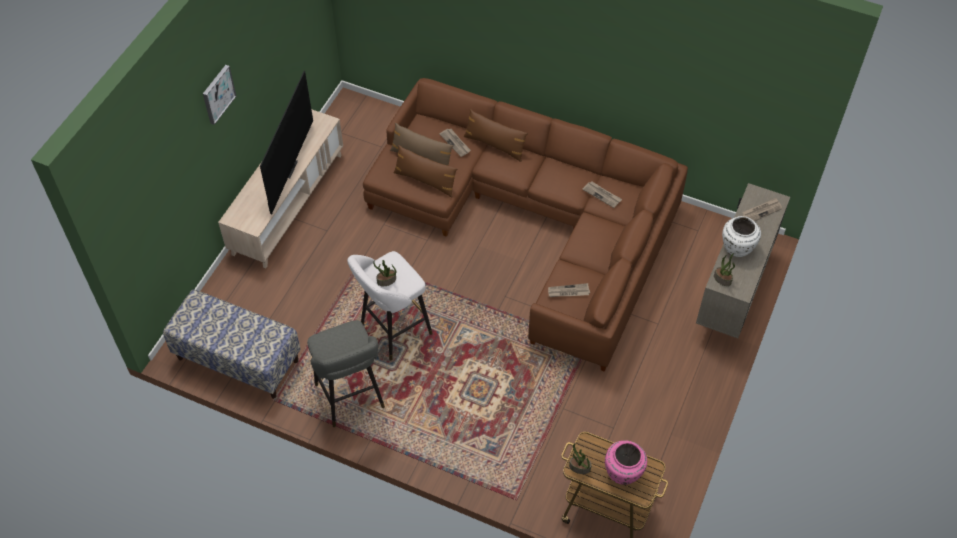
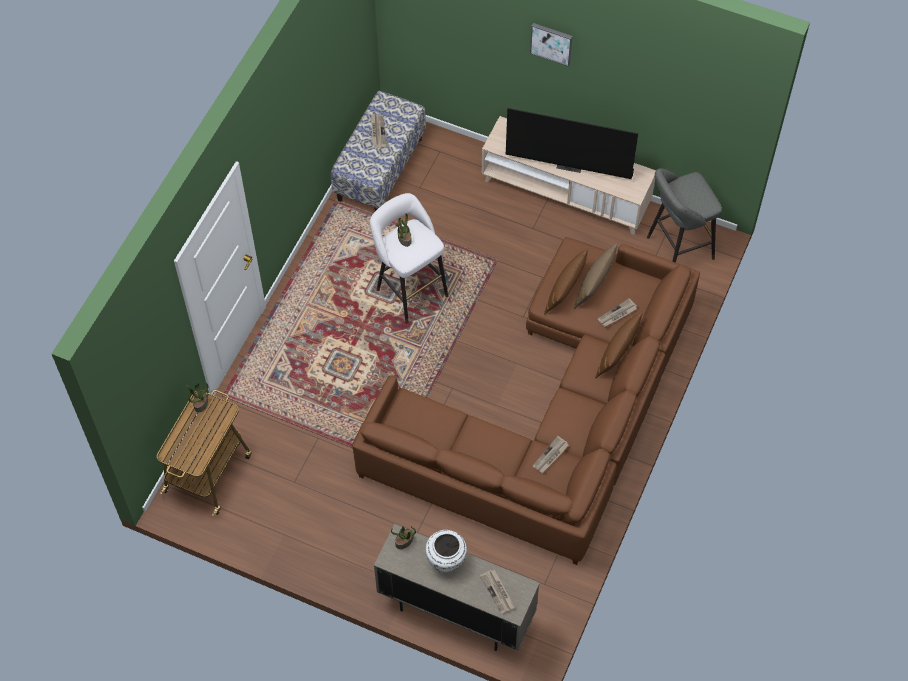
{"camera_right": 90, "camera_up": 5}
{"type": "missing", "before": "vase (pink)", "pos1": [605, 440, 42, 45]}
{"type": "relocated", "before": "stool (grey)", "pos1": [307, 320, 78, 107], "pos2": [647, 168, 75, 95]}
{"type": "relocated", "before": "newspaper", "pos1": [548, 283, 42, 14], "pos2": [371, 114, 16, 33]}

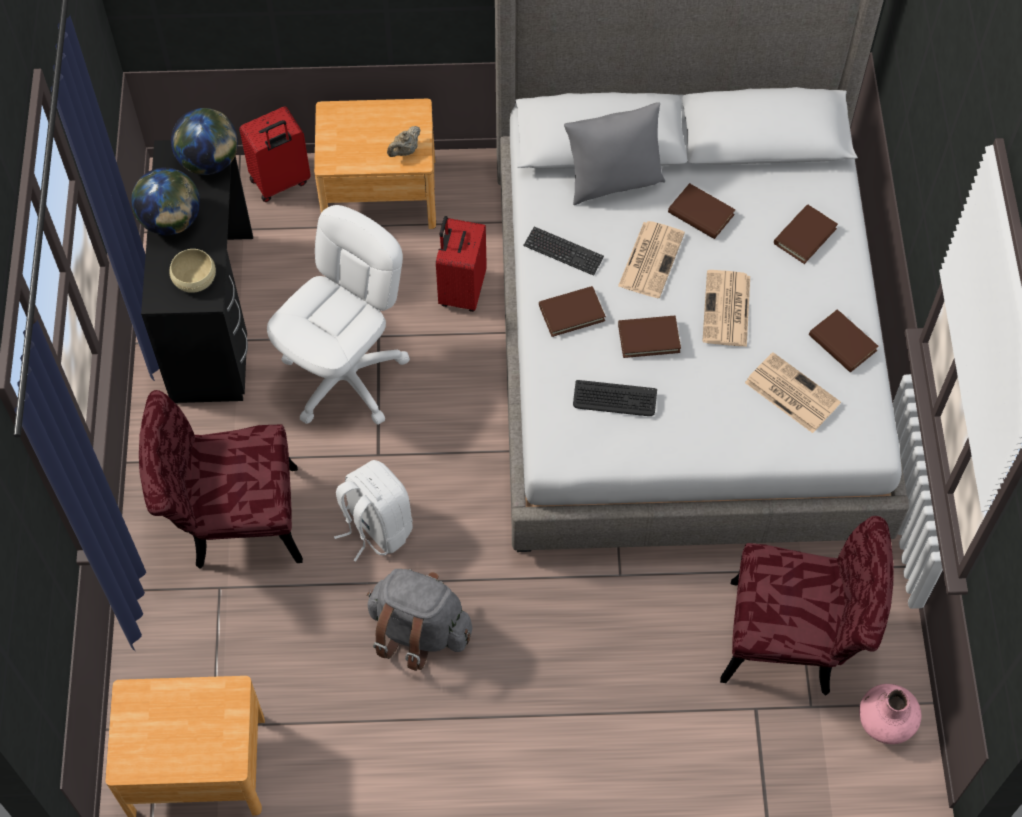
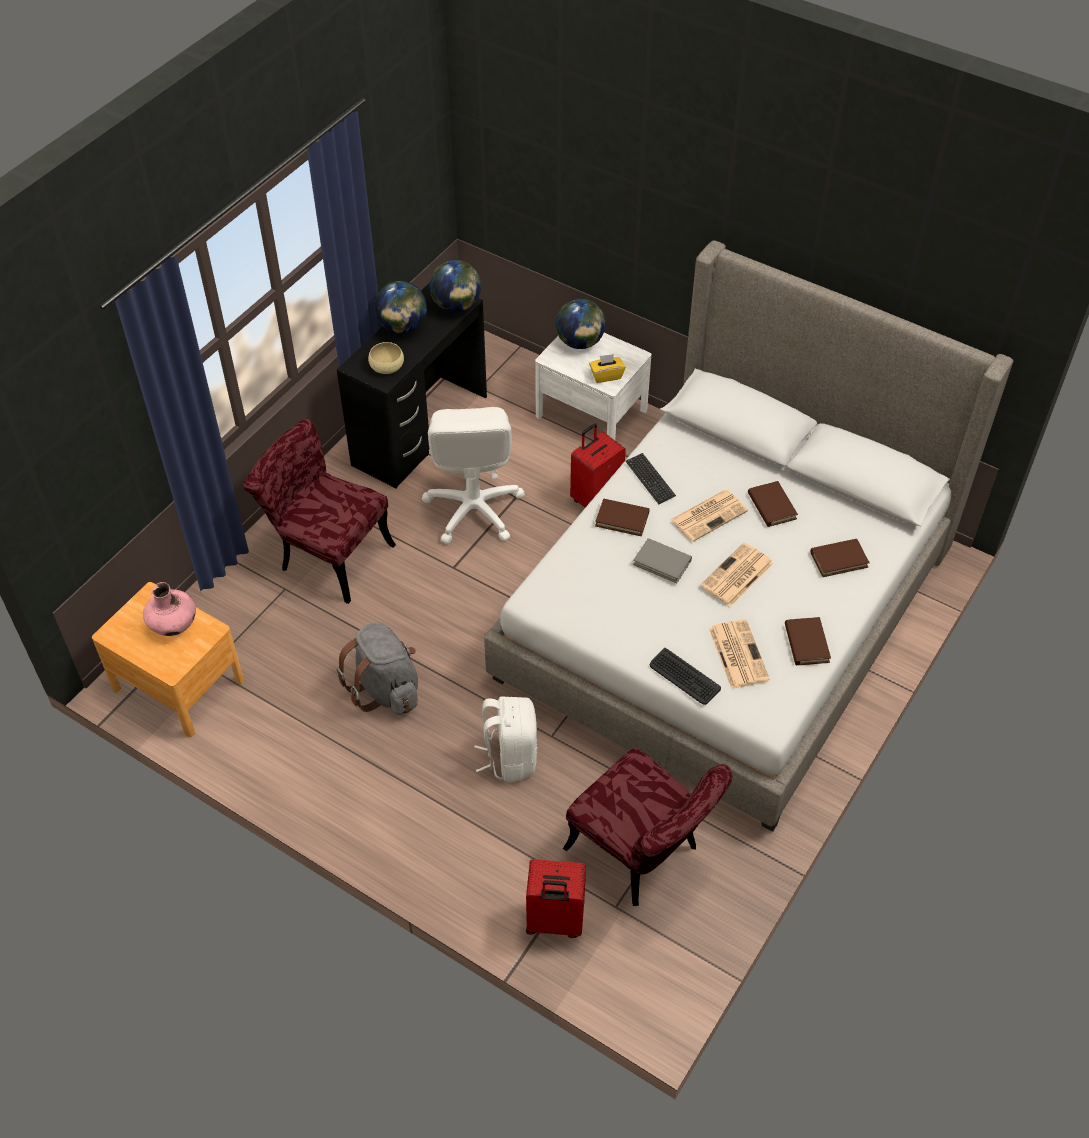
{"camera_right": 35, "camera_up": -10}
{"type": "missing", "before": "pillow (grey)", "pos1": [564, 102, 101, 103]}
{"type": "appeared", "after": "globe", "pos2": [556, 299, 49, 50]}
{"type": "relocated", "before": "suitcase (red)", "pos1": [239, 106, 72, 96], "pos2": [526, 859, 60, 79]}
{"type": "relocated", "before": "backpack (white)", "pos1": [334, 460, 79, 102], "pos2": [475, 696, 62, 86]}
{"type": "relocated", "before": "keyboard", "pos1": [573, 380, 84, 36], "pos2": [650, 648, 71, 57]}
{"type": "relocated", "before": "vase (pink)", "pos1": [859, 684, 62, 60], "pos2": [143, 582, 53, 54]}
{"type": "exchanged", "before": "teapot (beige)", "after": "tissue box (yellow)", "pos1": [387, 126, 34, 31], "pos2": [589, 354, 36, 29]}
{"type": "colour", "before": "nightstand (brown)", "after": "nightstand (white)", "pos1": [314, 99, 122, 130], "pos2": [535, 333, 116, 107]}
{"type": "colour", "before": "book (brown)", "after": "book (grey)", "pos1": [618, 316, 63, 42], "pos2": [633, 538, 59, 45]}
{"type": "spun", "before": "office chair (white)", "pos1": [267, 205, 143, 220], "pos2": [422, 407, 103, 137], "turn": 105}

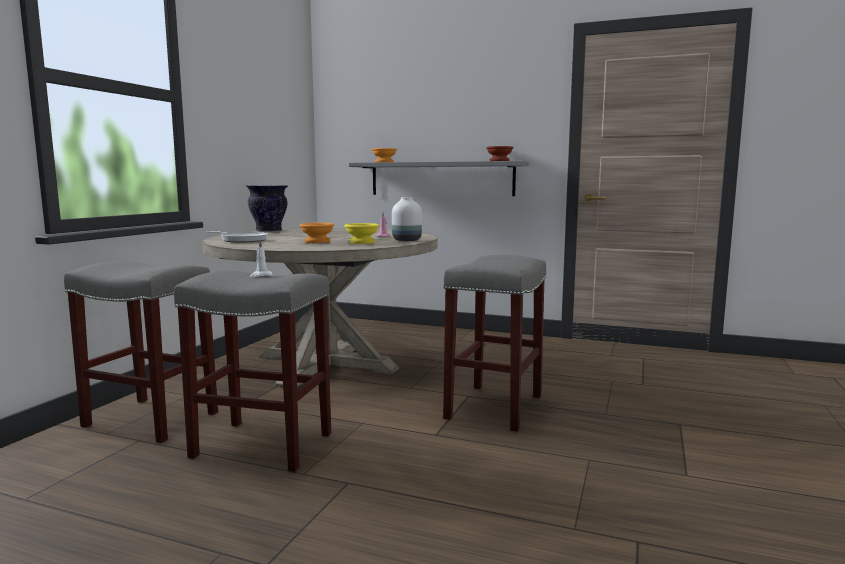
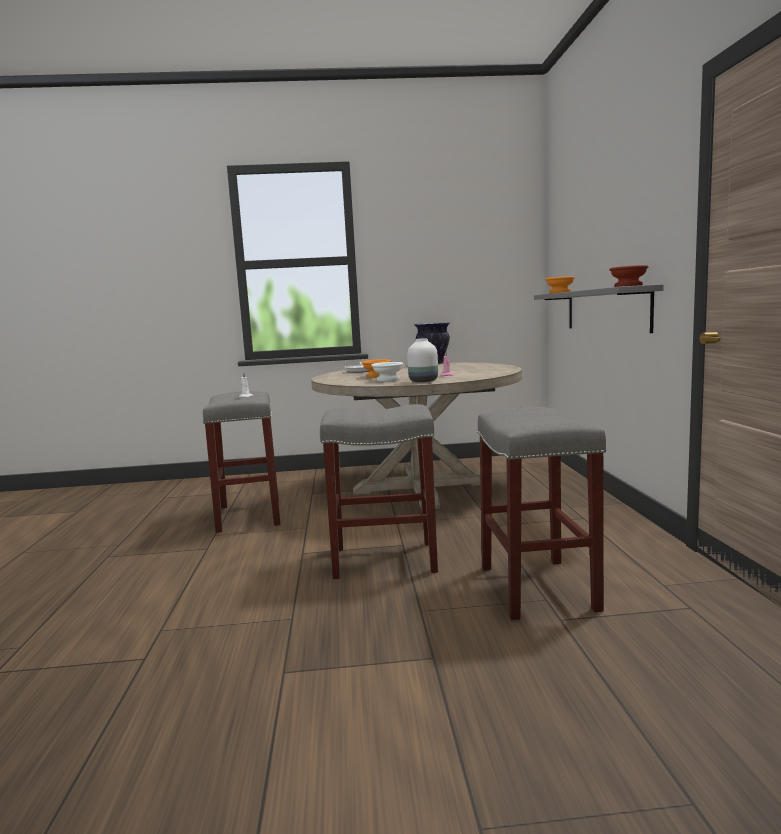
{"camera_right": 65, "camera_up": 0}
{"type": "relocated", "before": "stool (grey)", "pos1": [64, 261, 154, 182], "pos2": [477, 407, 129, 213]}
{"type": "colour", "before": "bowl (yellow)", "after": "bowl (white)", "pos1": [344, 223, 35, 21], "pos2": [371, 362, 32, 20]}

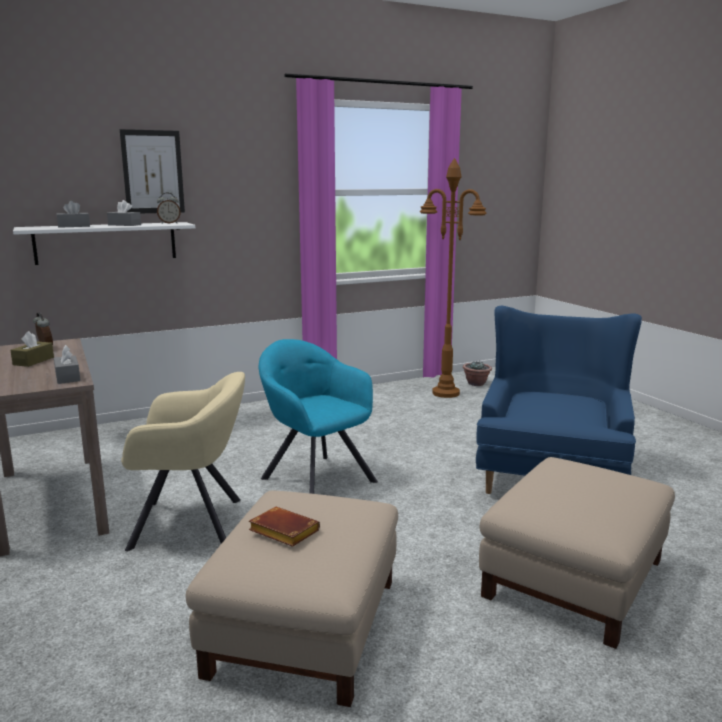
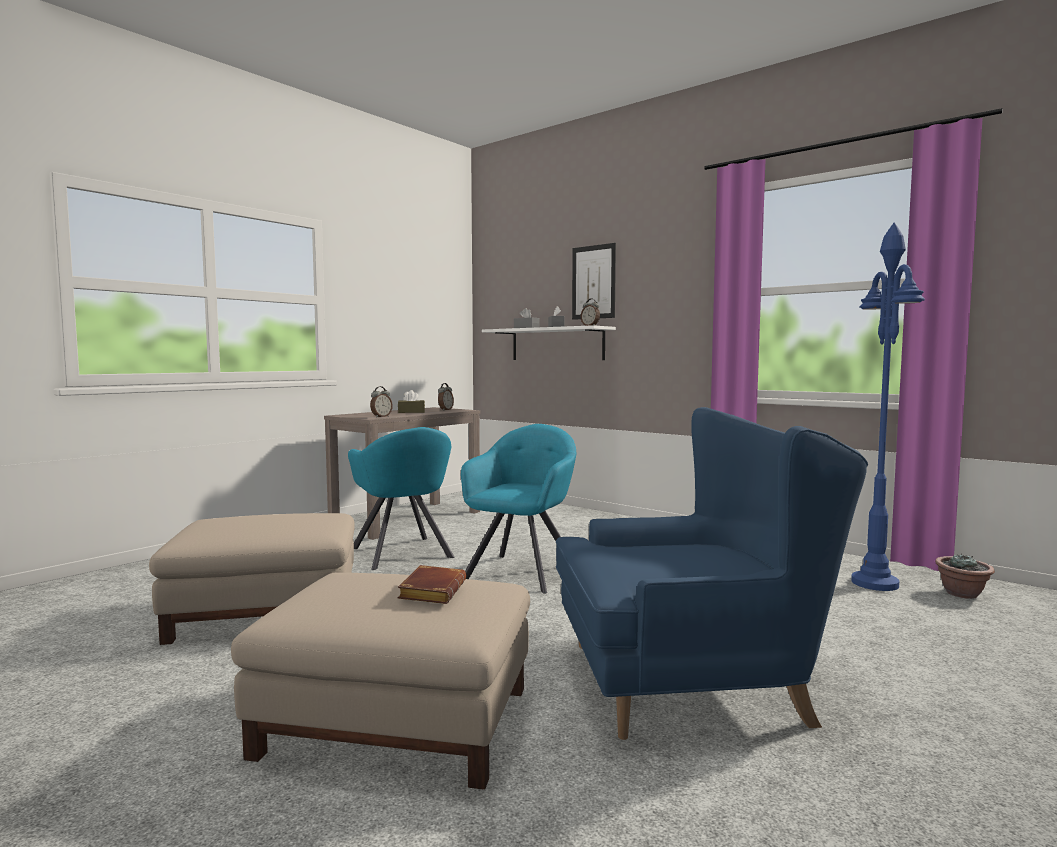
{"camera_right": 65, "camera_up": -10}
{"type": "relocated", "before": "book (brown)", "pos1": [249, 507, 71, 40], "pos2": [398, 565, 68, 39]}
{"type": "exchanged", "before": "tissue box (grey)", "after": "alarm clock", "pos1": [54, 345, 27, 39], "pos2": [370, 386, 23, 32]}
{"type": "colour", "before": "armchair (beige)", "after": "armchair (turquoise)", "pos1": [121, 372, 124, 179], "pos2": [348, 427, 107, 143]}
{"type": "colour", "before": "floor lamp (brown)", "after": "floor lamp (blue)", "pos1": [420, 158, 67, 240], "pos2": [851, 222, 74, 369]}

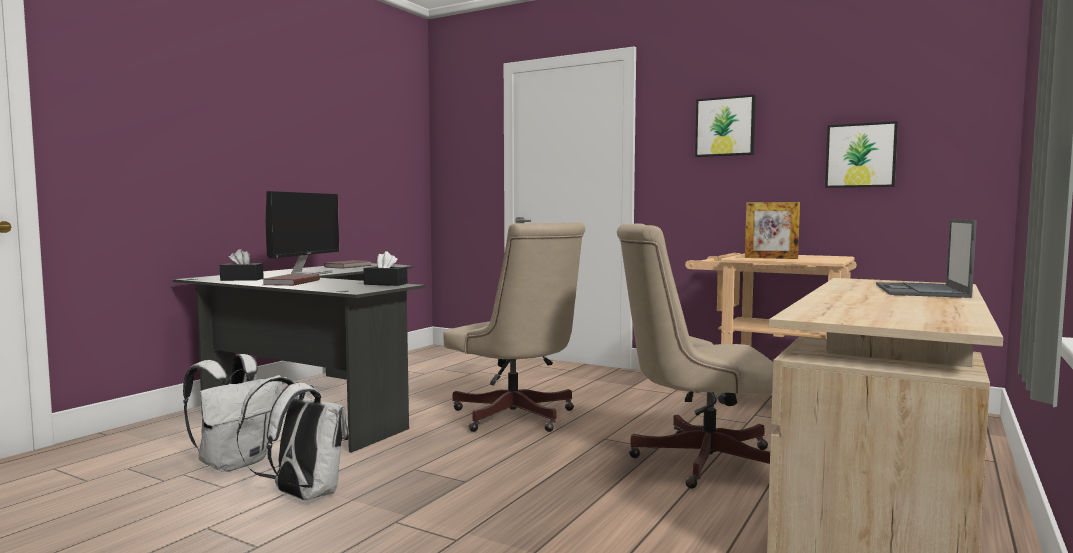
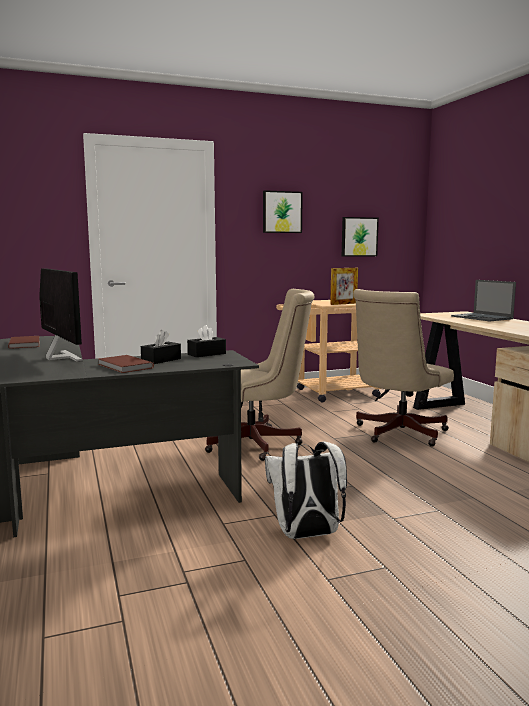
{"camera_right": -50, "camera_up": 5}
{"type": "missing", "before": "backpack (white)", "pos1": [183, 354, 99, 118]}
{"type": "relocated", "before": "tissue box (black)", "pos1": [220, 249, 44, 32], "pos2": [141, 330, 40, 34]}

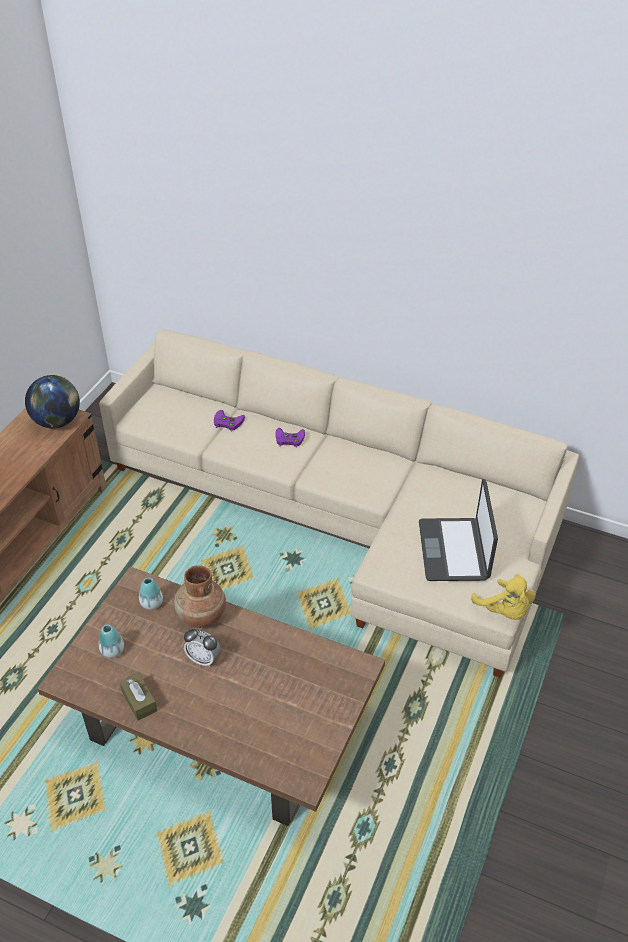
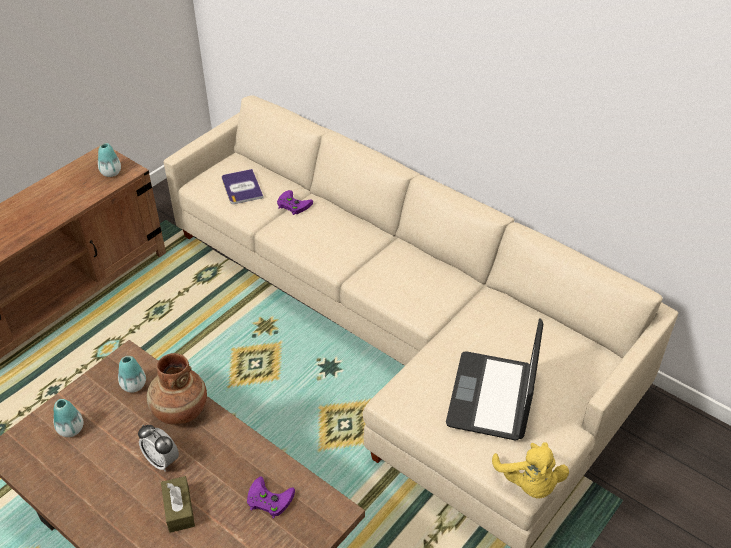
{"camera_right": 15, "camera_up": 0}
{"type": "appeared", "after": "book", "pos2": [222, 169, 42, 35]}
{"type": "relocated", "before": "tissue box (brown)", "pos1": [119, 672, 38, 49], "pos2": [161, 476, 34, 57]}
{"type": "relocated", "before": "game controller (purple)", "pos1": [275, 428, 30, 20], "pos2": [247, 477, 48, 41]}
{"type": "exchanged", "before": "globe", "after": "vase", "pos1": [25, 375, 55, 54], "pos2": [98, 143, 23, 34]}

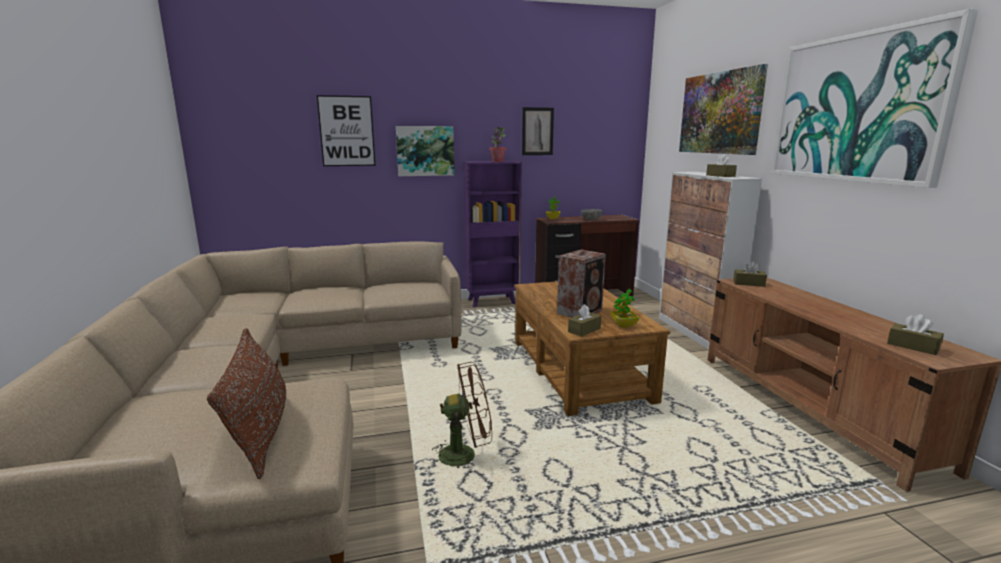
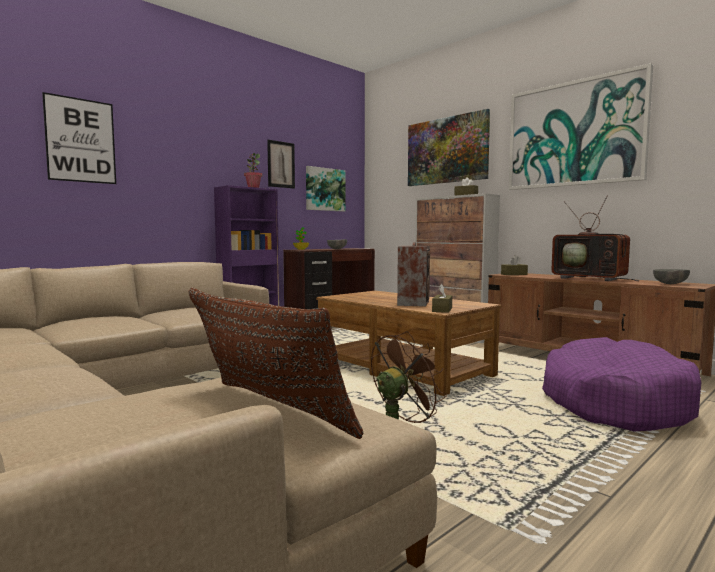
{"camera_right": -30, "camera_up": -10}
{"type": "missing", "before": "potted plant", "pos1": [610, 289, 29, 38]}
{"type": "appeared", "after": "dog bed (purple)", "pos2": [542, 337, 160, 94]}
{"type": "appeared", "after": "television", "pos2": [551, 196, 88, 85]}
{"type": "relocated", "before": "picture", "pos1": [396, 126, 58, 50], "pos2": [306, 166, 40, 46]}
{"type": "exchanged", "before": "tissue box (brown)", "after": "bowl (grey)", "pos1": [887, 314, 57, 41], "pos2": [653, 269, 37, 15]}

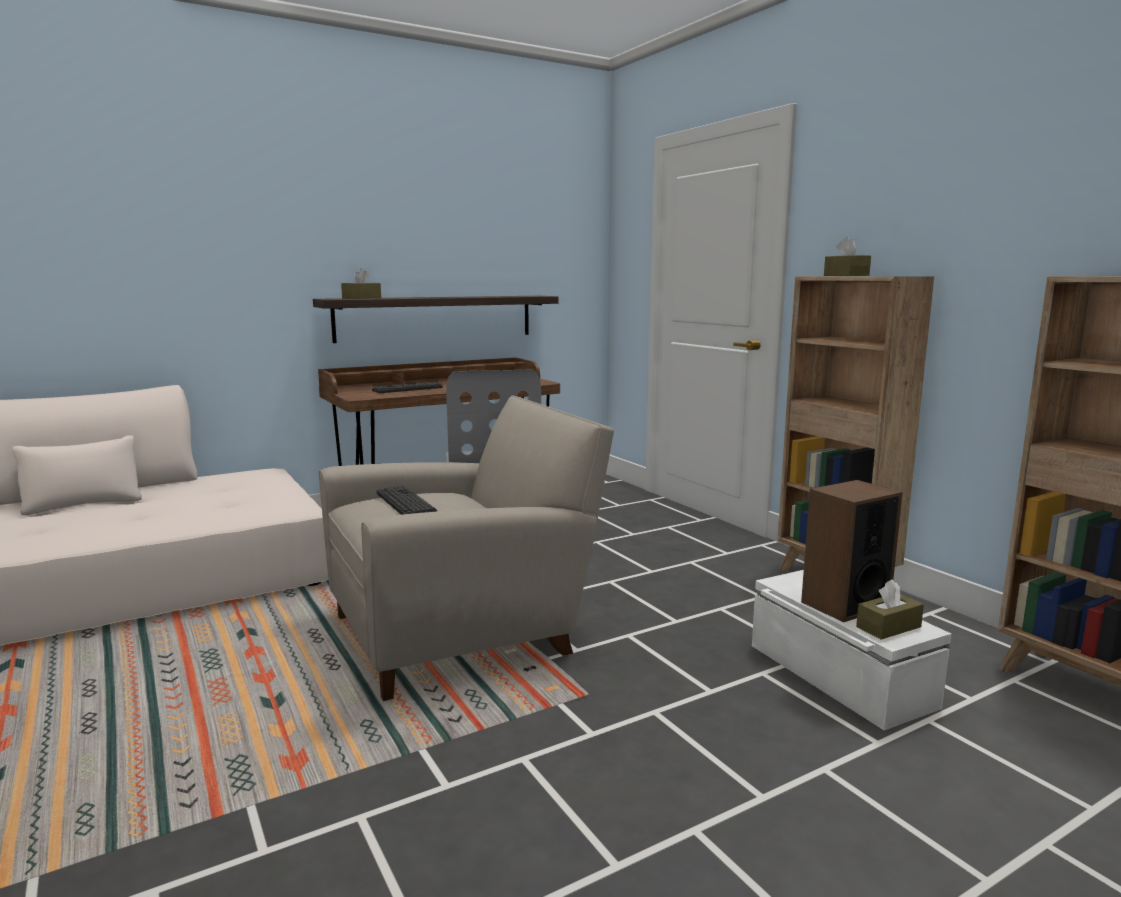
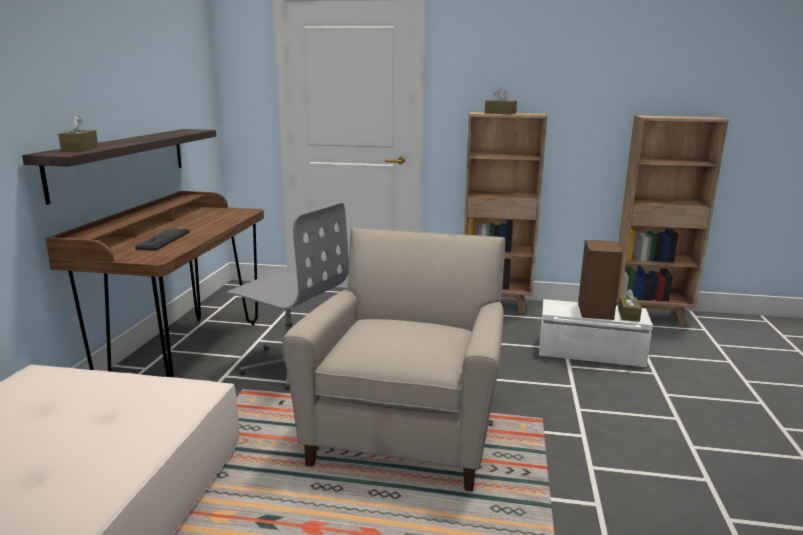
{"camera_right": -50, "camera_up": 5}
{"type": "missing", "before": "keyboard", "pos1": [377, 485, 60, 30]}

